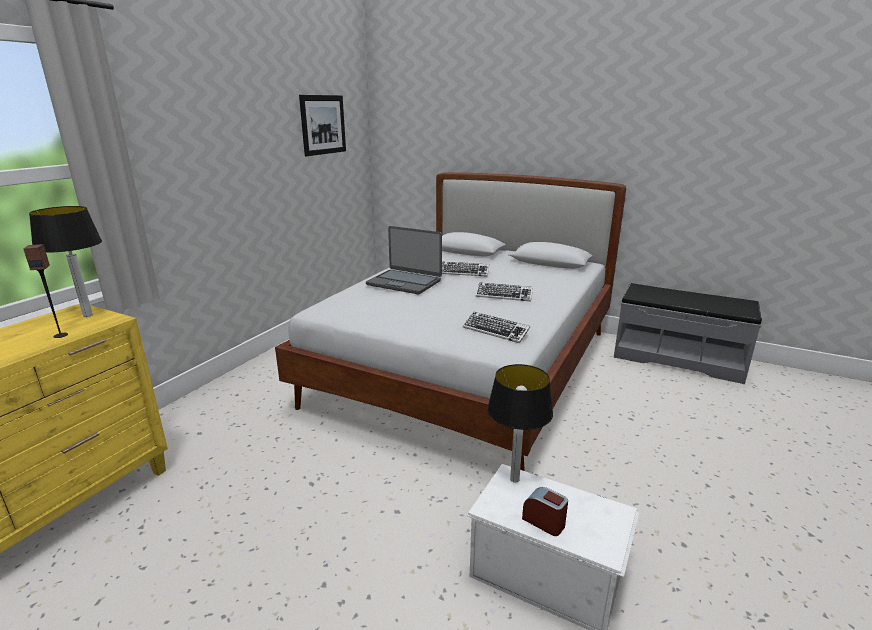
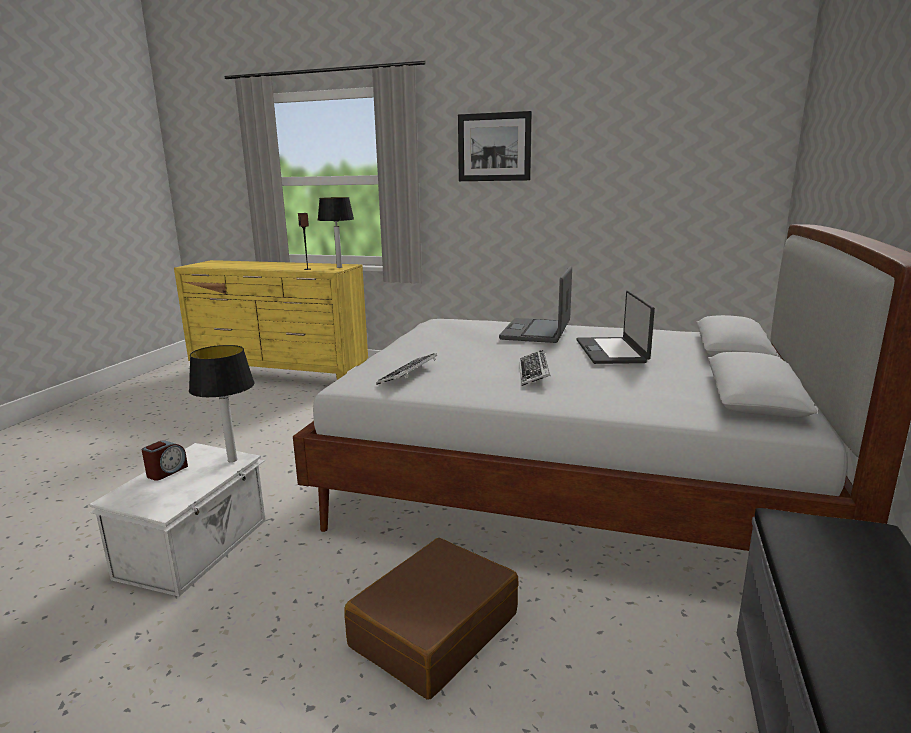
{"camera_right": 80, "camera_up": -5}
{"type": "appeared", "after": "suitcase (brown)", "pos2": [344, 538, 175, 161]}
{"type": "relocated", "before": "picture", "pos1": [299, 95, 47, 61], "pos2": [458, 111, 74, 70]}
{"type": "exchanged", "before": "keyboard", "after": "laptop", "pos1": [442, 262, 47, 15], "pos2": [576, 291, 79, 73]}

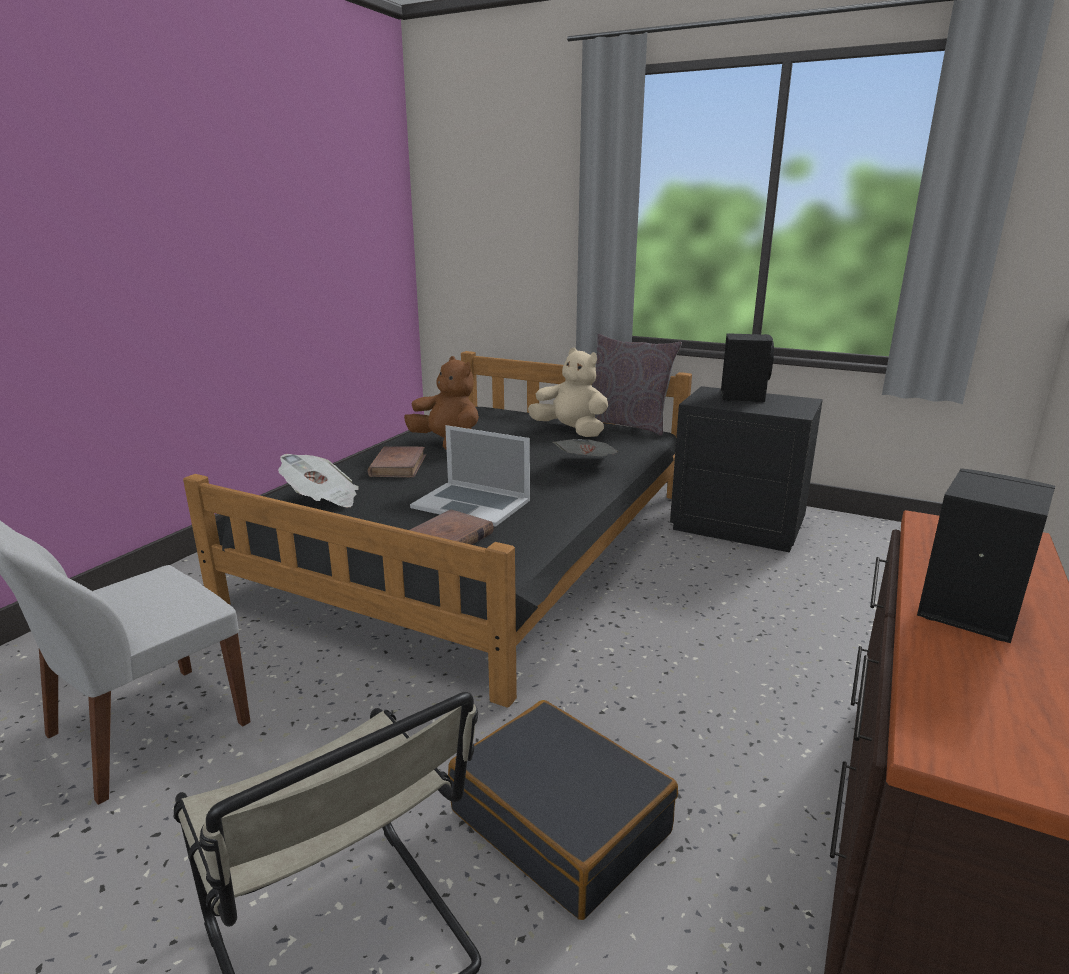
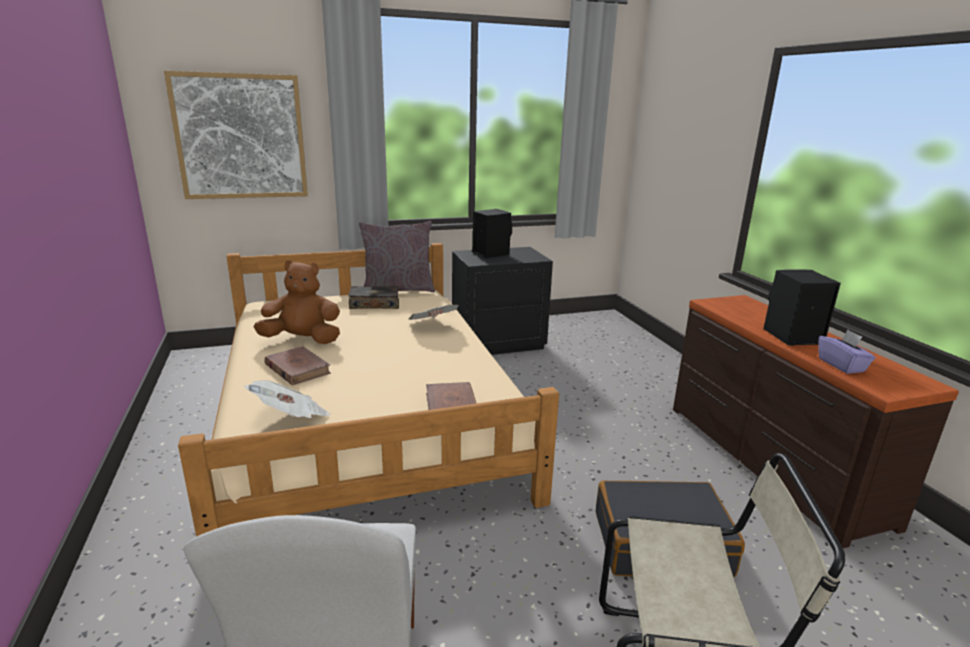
{"camera_right": -45, "camera_up": 0}
{"type": "missing", "before": "laptop", "pos1": [410, 425, 120, 102]}
{"type": "appeared", "after": "picture", "pos2": [164, 71, 144, 128]}
{"type": "appeared", "after": "tissue box (purple)", "pos2": [818, 330, 58, 44]}
{"type": "exchanged", "before": "plush toy (beige)", "after": "book", "pos1": [528, 348, 80, 89], "pos2": [348, 286, 51, 23]}
{"type": "colour", "before": "bed (black)", "after": "bed (beige)", "pos1": [183, 351, 509, 357], "pos2": [178, 243, 381, 294]}

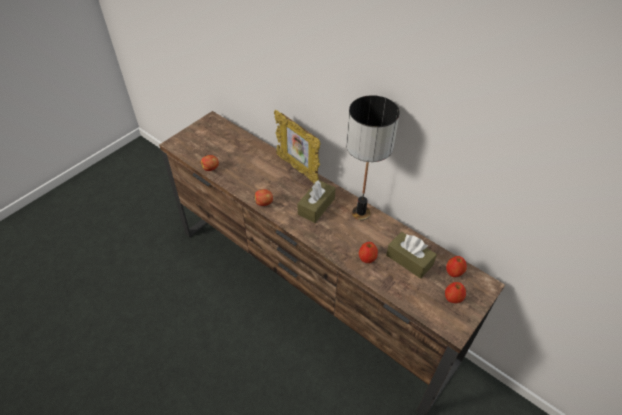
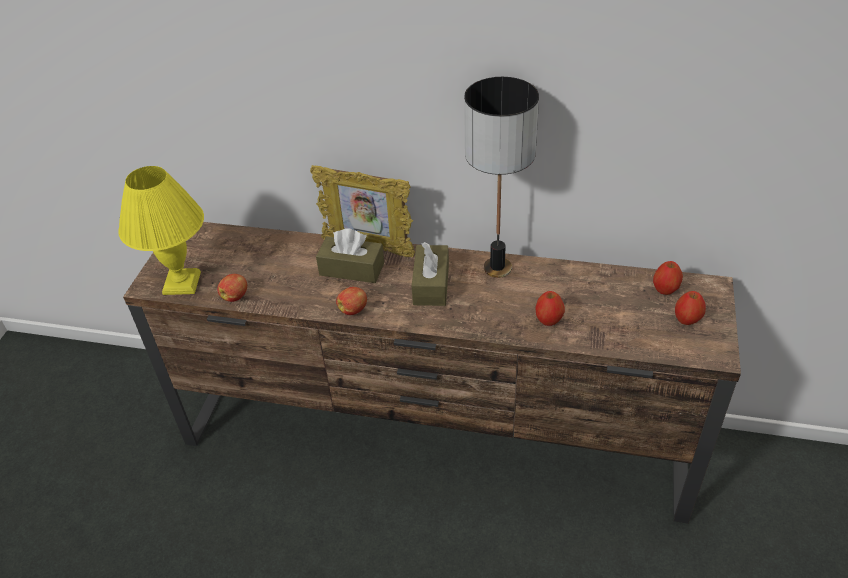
{"camera_right": -25, "camera_up": -5}
{"type": "appeared", "after": "table lamp (yellow)", "pos2": [118, 166, 86, 129]}
{"type": "relocated", "before": "tissue box (brown)", "pos1": [386, 232, 51, 47], "pos2": [316, 228, 68, 55]}

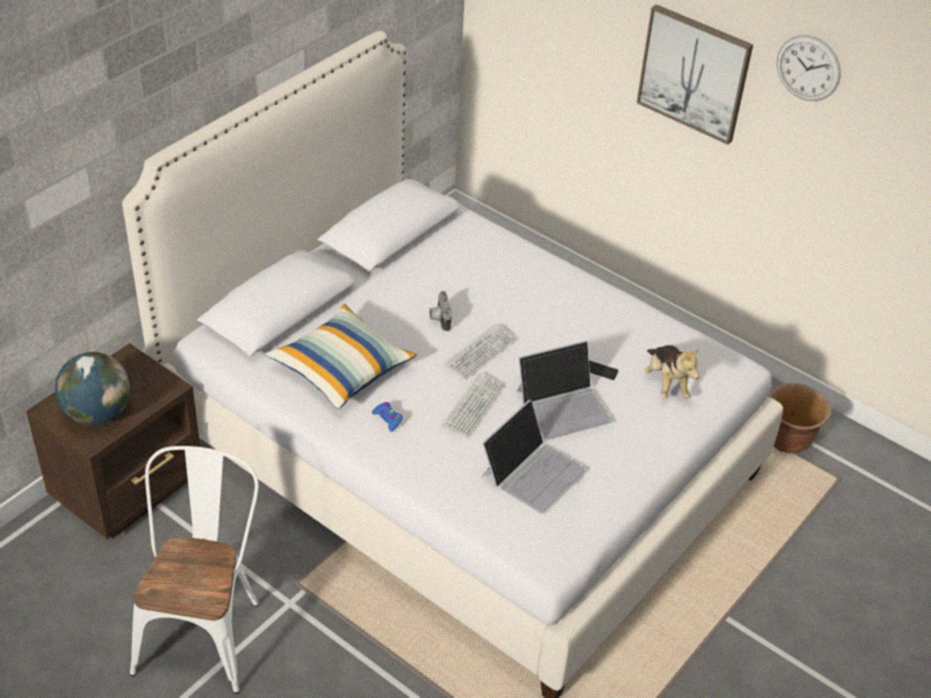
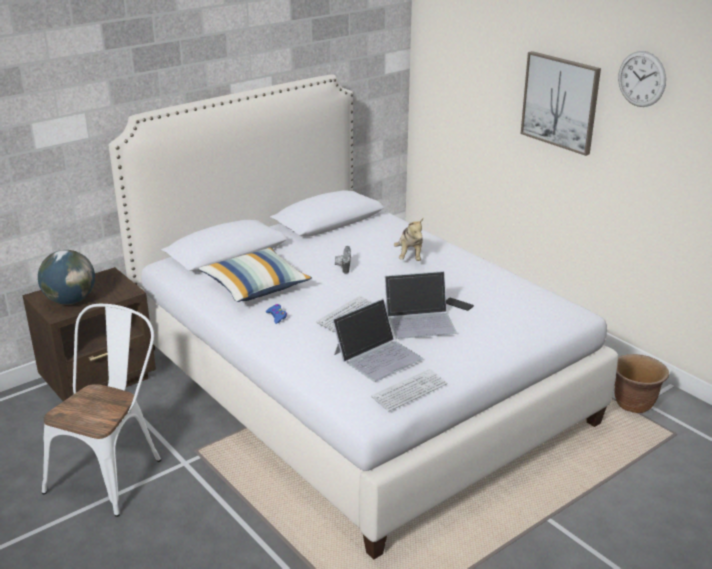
{"camera_right": 15, "camera_up": -15}
{"type": "relocated", "before": "keyboard", "pos1": [444, 323, 72, 56], "pos2": [371, 369, 76, 42]}
{"type": "relocated", "before": "plush toy", "pos1": [645, 345, 54, 54], "pos2": [394, 218, 29, 43]}

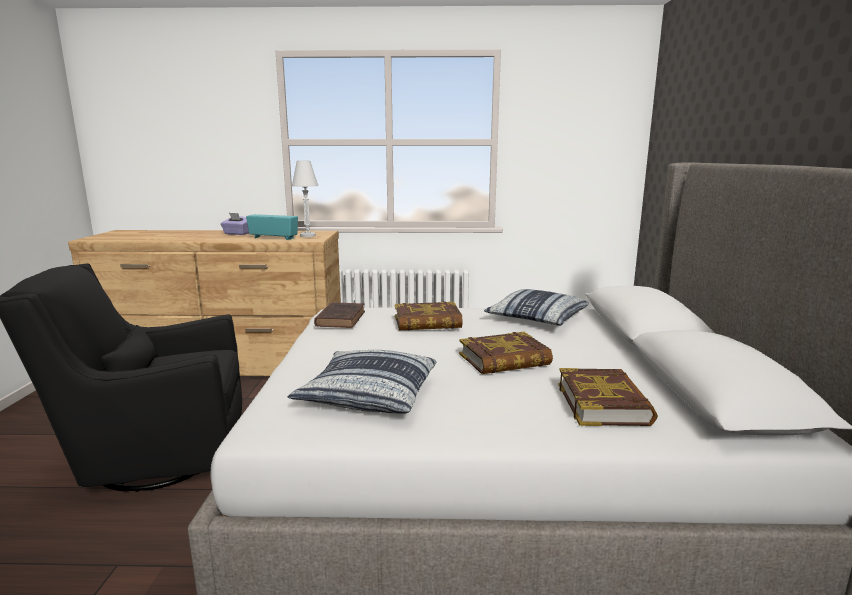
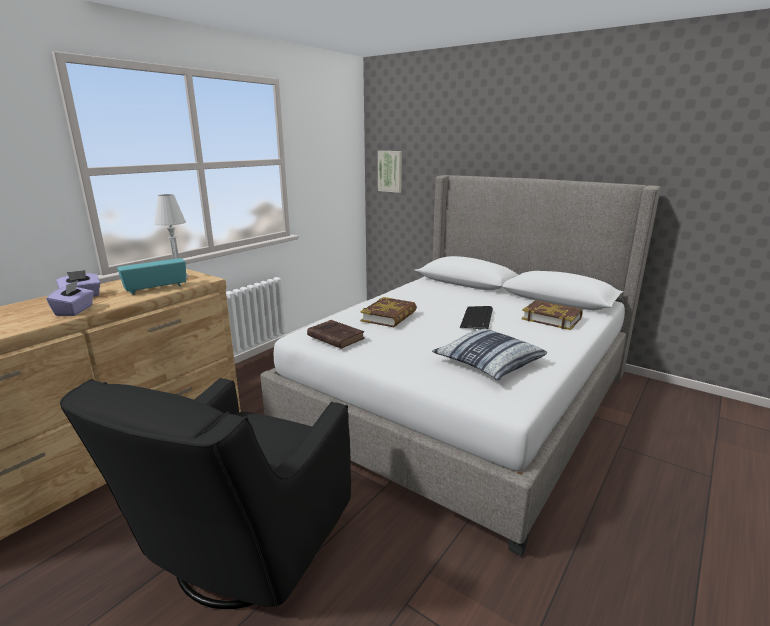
{"camera_right": -55, "camera_up": 5}
{"type": "missing", "before": "pillow", "pos1": [484, 289, 105, 37]}
{"type": "appeared", "after": "tissue box (purple)", "pos2": [46, 280, 48, 36]}
{"type": "appeared", "after": "picture", "pos2": [378, 151, 24, 42]}
{"type": "exchanged", "before": "book", "after": "keyboard", "pos1": [459, 332, 94, 42], "pos2": [460, 306, 33, 24]}

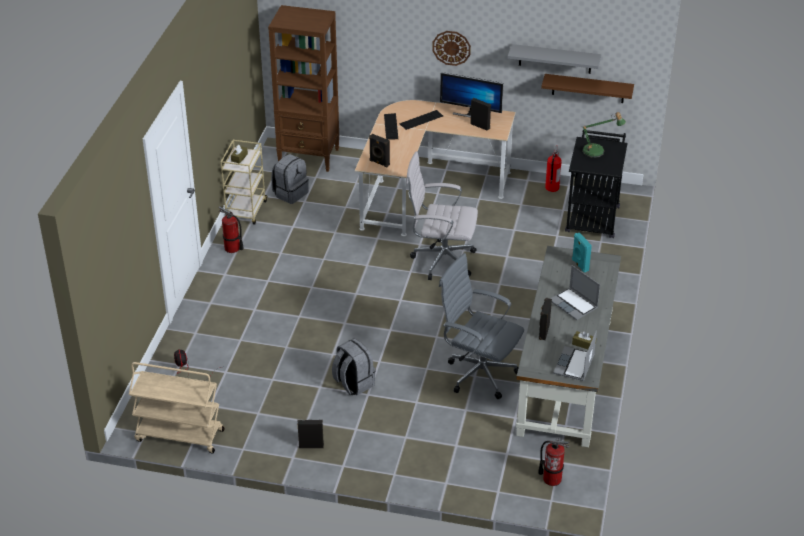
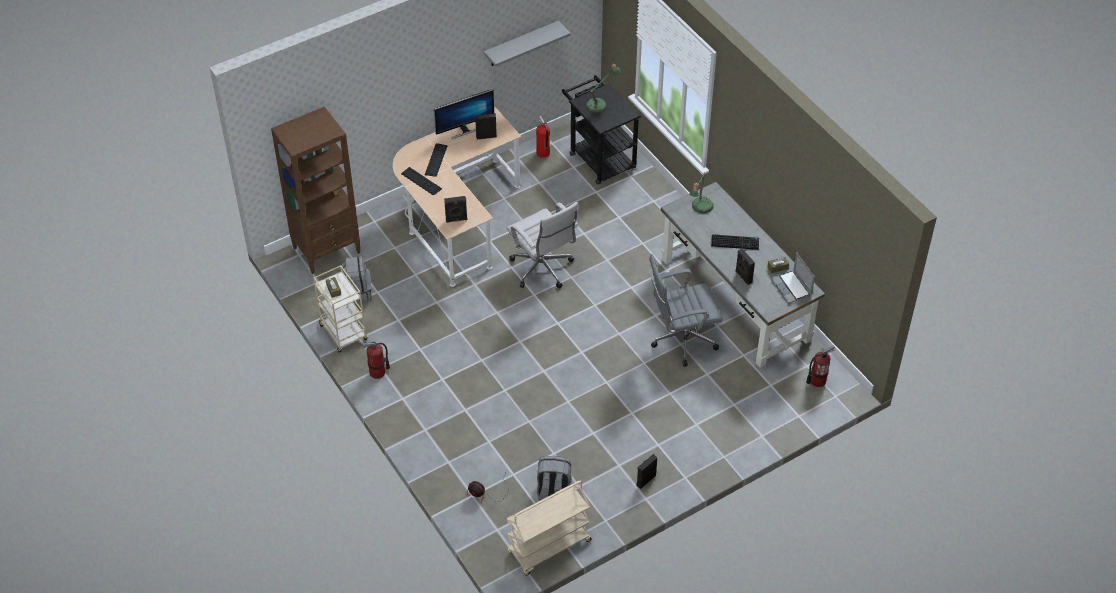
{"camera_right": -45, "camera_up": 10}
{"type": "missing", "before": "wall clock", "pos1": [432, 31, 39, 35]}
{"type": "missing", "before": "shelf (brown)", "pos1": [541, 74, 93, 29]}
{"type": "relocated", "before": "backpack (grey)", "pos1": [332, 338, 44, 58], "pos2": [537, 456, 35, 44]}
{"type": "exchanged", "before": "laptop", "after": "keyboard", "pos1": [550, 265, 50, 55], "pos2": [711, 234, 48, 16]}
{"type": "exchanged", "before": "speaker (turquoise)", "after": "table lamp", "pos1": [572, 233, 20, 40], "pos2": [689, 174, 24, 40]}
{"type": "spun", "before": "office chair (white)", "pos1": [406, 151, 72, 129], "pos2": [506, 202, 73, 86], "turn": -90}

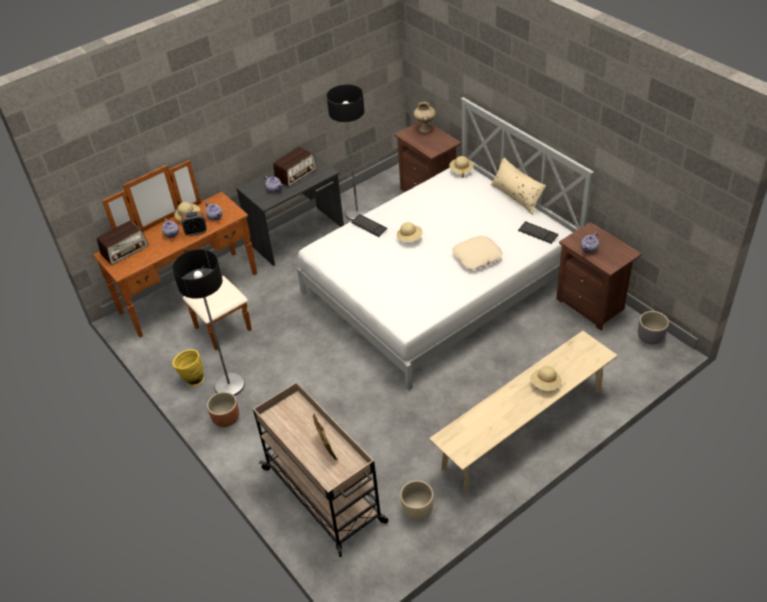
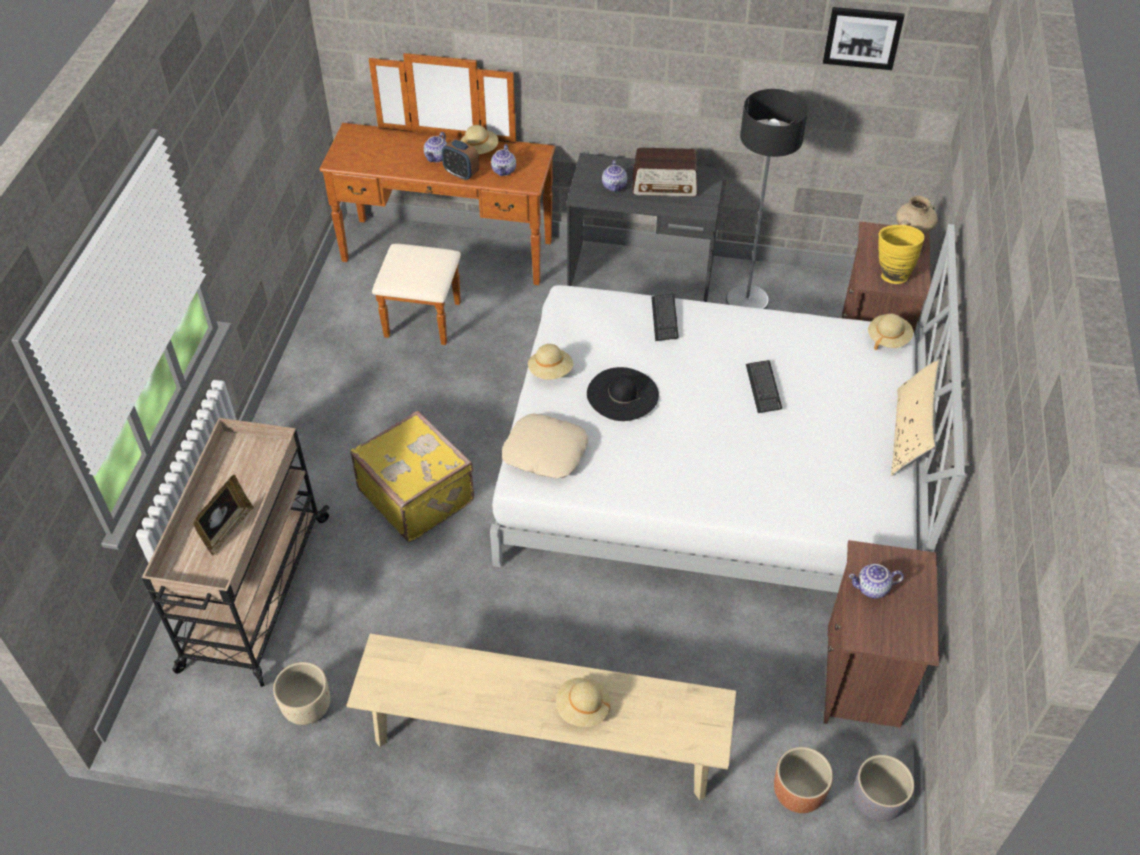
{"camera_right": 45, "camera_up": 5}
{"type": "missing", "before": "radio", "pos1": [97, 221, 52, 44]}
{"type": "missing", "before": "floor lamp", "pos1": [172, 249, 73, 147]}
{"type": "appeared", "after": "suitcase (yellow)", "pos2": [350, 411, 124, 131]}
{"type": "appeared", "after": "hat (black)", "pos2": [587, 367, 72, 54]}
{"type": "appeared", "after": "picture", "pos2": [823, 7, 81, 63]}
{"type": "relocated", "before": "vase (yellow)", "pos1": [172, 349, 32, 37], "pos2": [878, 225, 47, 59]}
{"type": "relocated", "before": "planter (brown)", "pos1": [207, 392, 32, 35], "pos2": [774, 747, 59, 66]}
{"type": "relocated", "before": "hat (beige)", "pos1": [397, 222, 26, 20], "pos2": [528, 344, 45, 36]}
{"type": "relocated", "before": "pillow (beige)", "pos1": [452, 236, 51, 33], "pos2": [502, 413, 86, 65]}
{"type": "relocated", "before": "keyboard", "pos1": [518, 221, 41, 23], "pos2": [746, 360, 36, 53]}

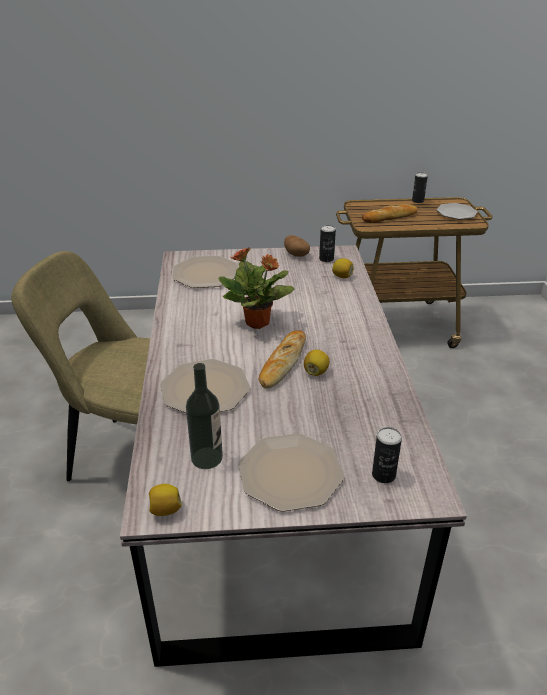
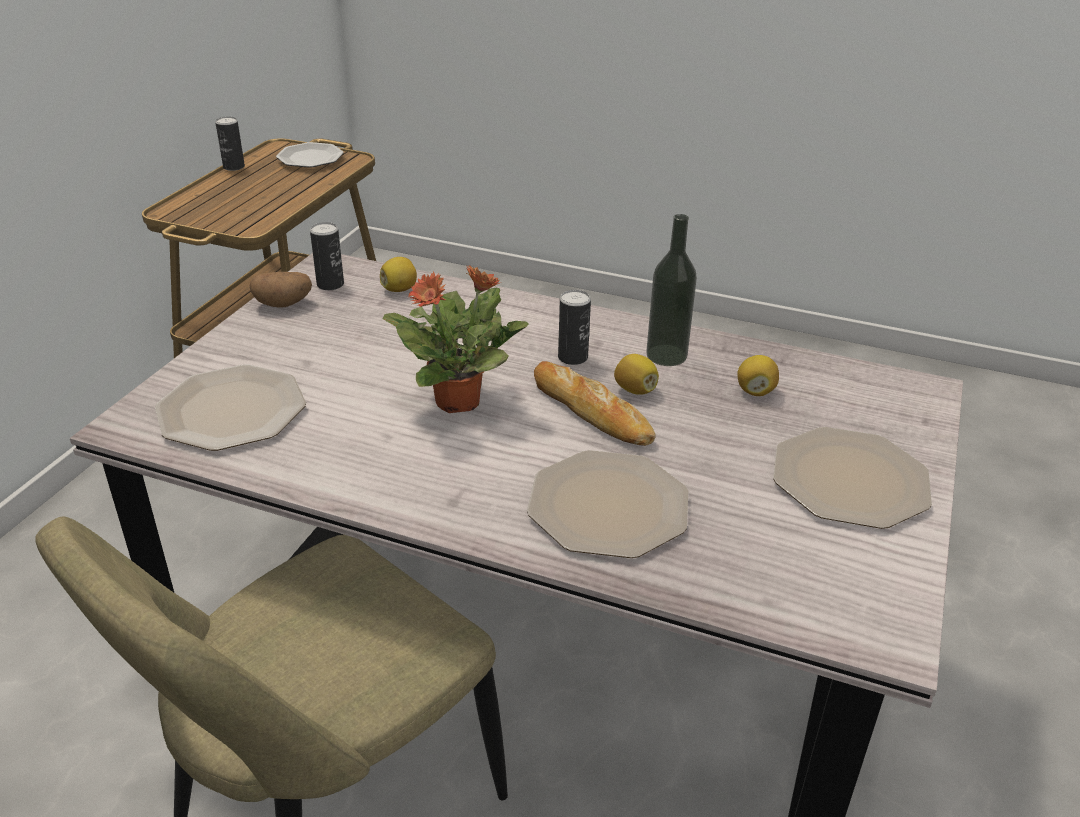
{"camera_right": -65, "camera_up": 0}
{"type": "missing", "before": "bread", "pos1": [362, 204, 56, 19]}
{"type": "relocated", "before": "lemon", "pos1": [149, 484, 33, 32], "pos2": [737, 355, 42, 41]}
{"type": "relocated", "before": "bottle", "pos1": [186, 363, 37, 106], "pos2": [646, 214, 51, 152]}
{"type": "relocated", "before": "can", "pos1": [372, 427, 30, 56], "pos2": [558, 290, 33, 75]}

